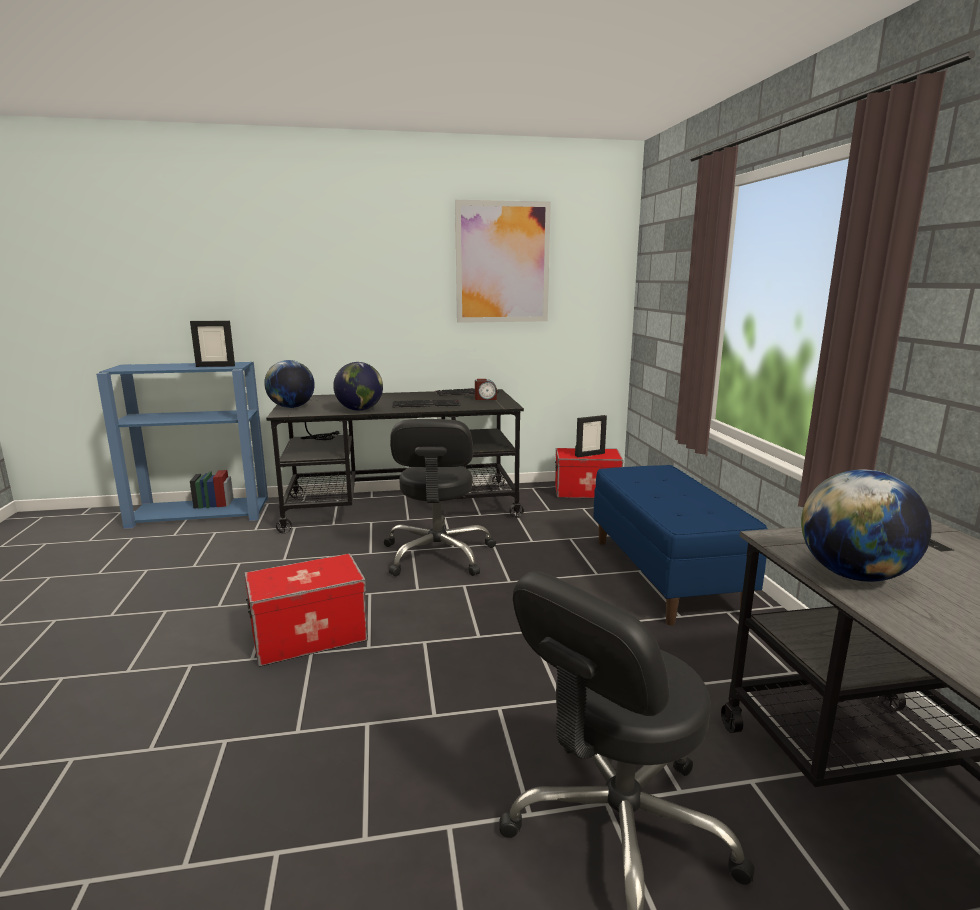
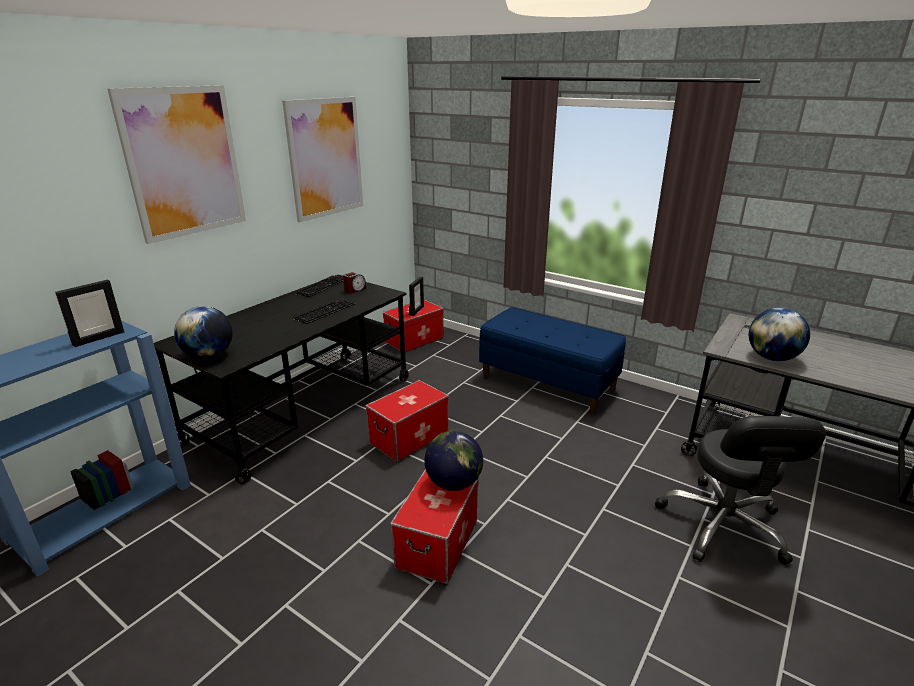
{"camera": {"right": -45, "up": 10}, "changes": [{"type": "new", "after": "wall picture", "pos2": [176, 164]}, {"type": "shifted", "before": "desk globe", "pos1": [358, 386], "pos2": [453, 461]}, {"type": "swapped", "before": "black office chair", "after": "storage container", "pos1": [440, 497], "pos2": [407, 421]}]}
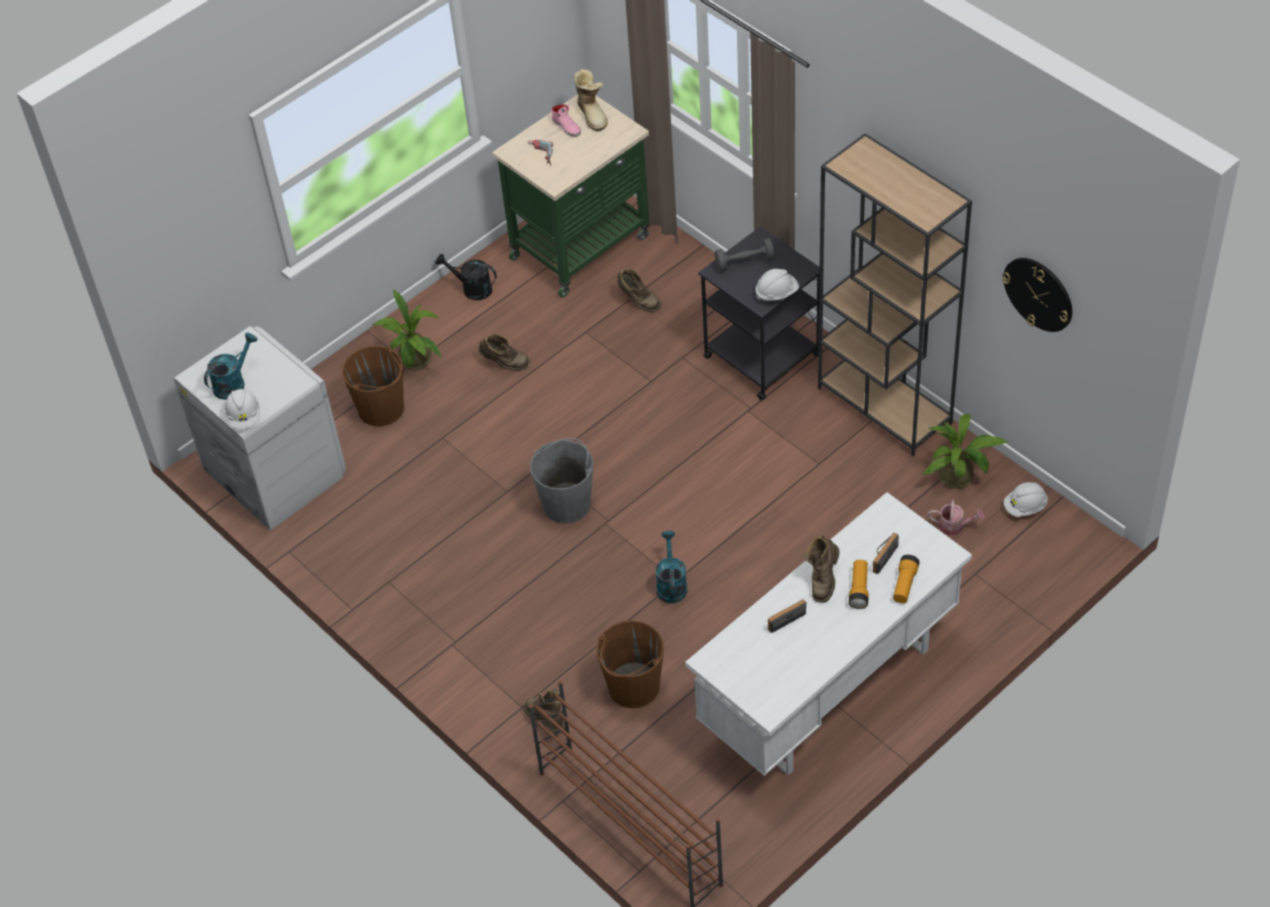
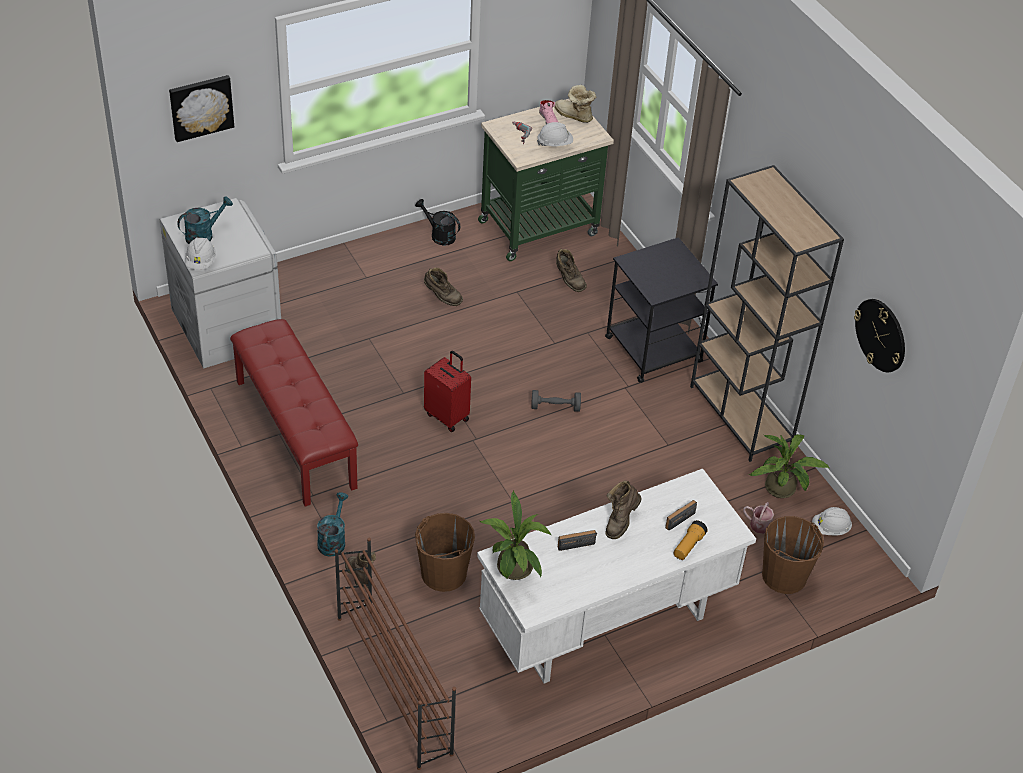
{"camera": {"right": 10, "up": -5}, "changes": [{"type": "gone", "before": "torch", "pos1": [859, 584]}, {"type": "new", "after": "wall picture", "pos2": [201, 108]}, {"type": "new", "after": "red bench", "pos2": [294, 413]}, {"type": "shifted", "before": "brown-coloured pail", "pos1": [373, 386], "pos2": [793, 555]}, {"type": "shifted", "before": "houseplant", "pos1": [406, 329], "pos2": [516, 535]}, {"type": "shifted", "before": "turquoise-coloured watering can", "pos1": [671, 567], "pos2": [332, 524]}, {"type": "shifted", "before": "grey hand weight", "pos1": [745, 255], "pos2": [556, 401]}, {"type": "shifted", "before": "whitish work helmet", "pos1": [777, 285], "pos2": [555, 134]}, {"type": "swapped", "before": "grey pail", "after": "red piece of luggage", "pos1": [562, 481], "pos2": [447, 391]}, {"type": "rotated", "before": "tall boot", "pos1": [591, 100], "pos2": [575, 104], "turn": 135}]}
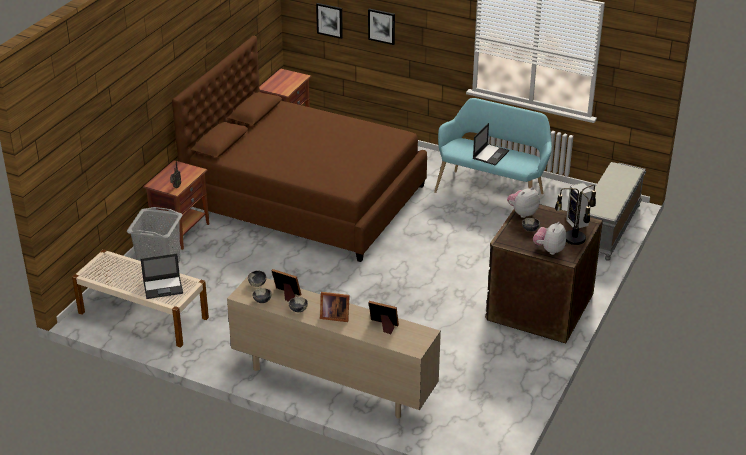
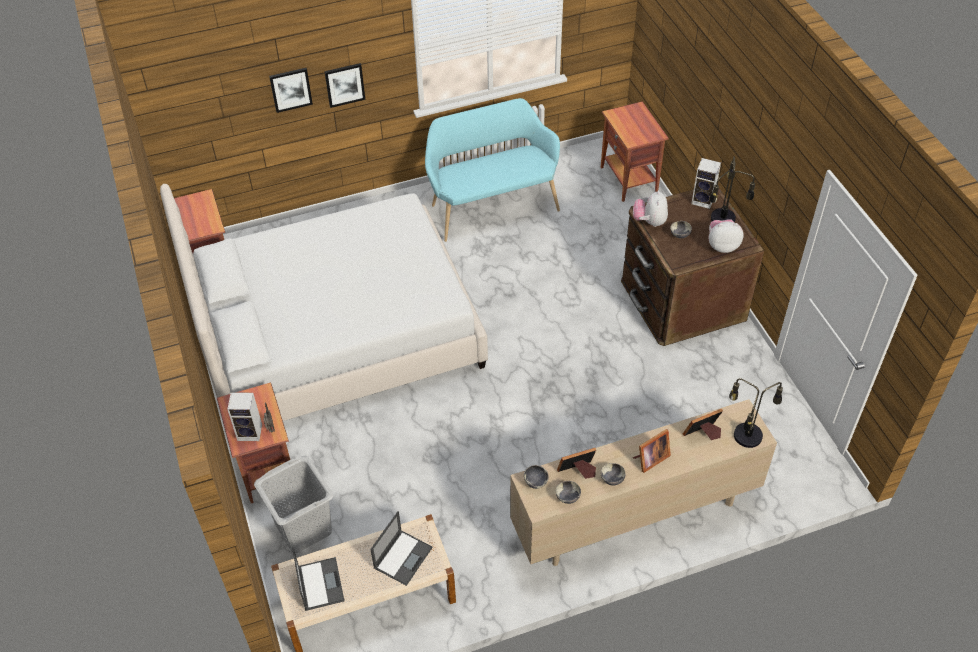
{"camera": {"right": -45, "up": 15}, "changes": [{"type": "new", "after": "audio speaker", "pos2": [244, 416]}, {"type": "new", "after": "table lamp", "pos2": [756, 413]}, {"type": "shifted", "before": "wall picture", "pos1": [329, 21], "pos2": [344, 85]}, {"type": "shifted", "before": "portable computer", "pos1": [491, 144], "pos2": [318, 579]}, {"type": "swapped", "before": "grey bench", "after": "bedside table", "pos1": [618, 211], "pos2": [635, 151]}, {"type": "repainted", "before": "brown-coloured bedroom bed", "after": "whitish bedroom bed", "pos1": [299, 149], "pos2": [324, 302]}, {"type": "rotated", "before": "soft toy", "pos1": [549, 238], "pos2": [726, 236], "turn": 105}]}
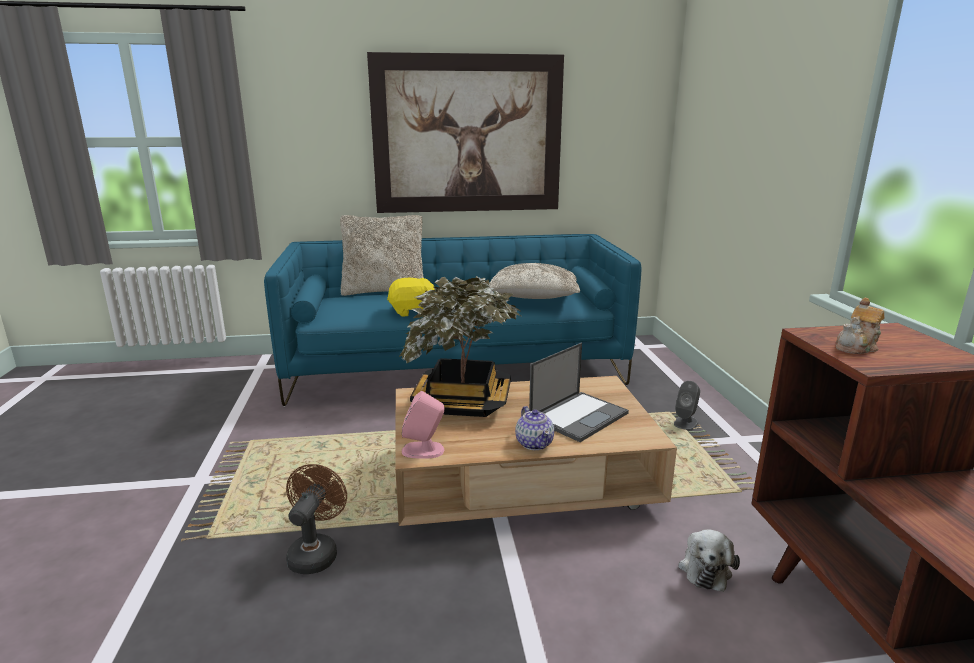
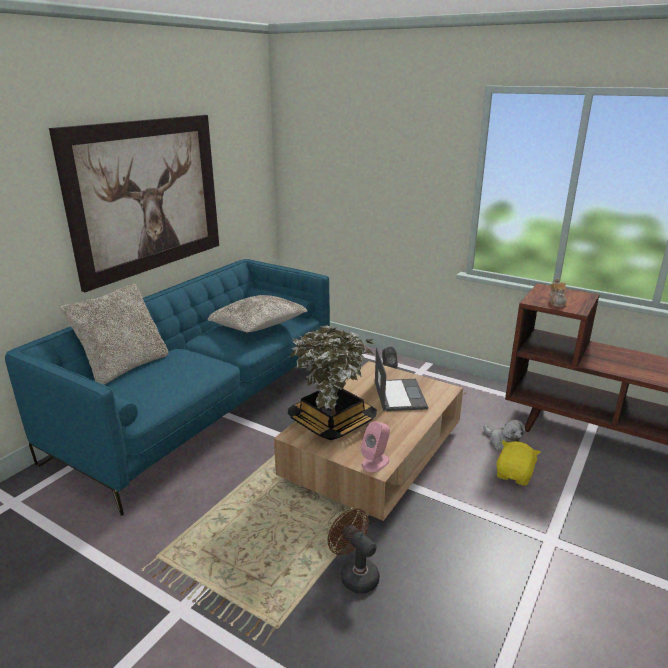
{"camera": {"right": -50, "up": 5}, "changes": [{"type": "gone", "before": "pot for tea", "pos1": [534, 428]}, {"type": "shifted", "before": "yellow-coloured soft toy", "pos1": [411, 297], "pos2": [518, 463]}]}
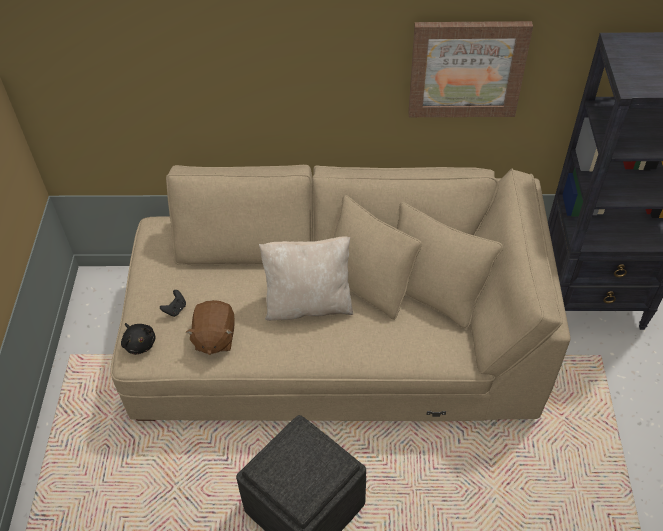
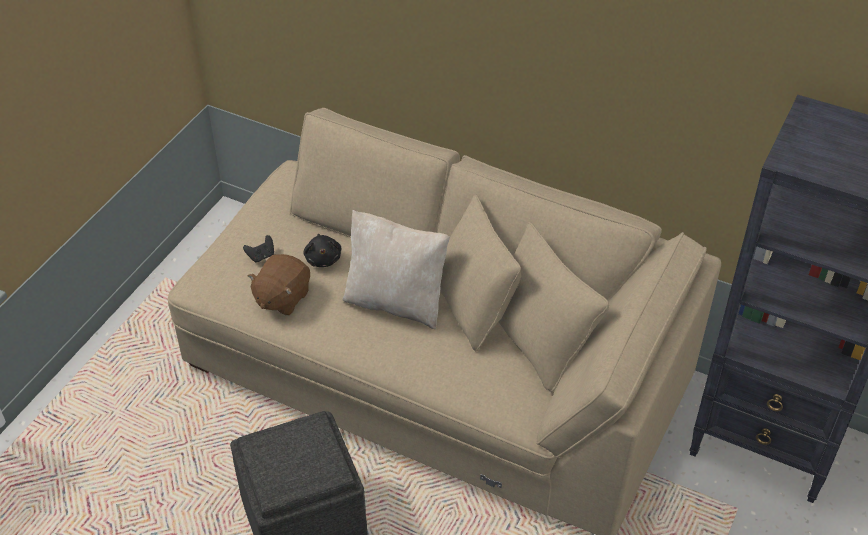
{"camera": {"right": 25, "up": -5}, "changes": [{"type": "gone", "before": "wall picture", "pos1": [471, 69]}, {"type": "shifted", "before": "black soft toy", "pos1": [138, 339], "pos2": [322, 250]}]}
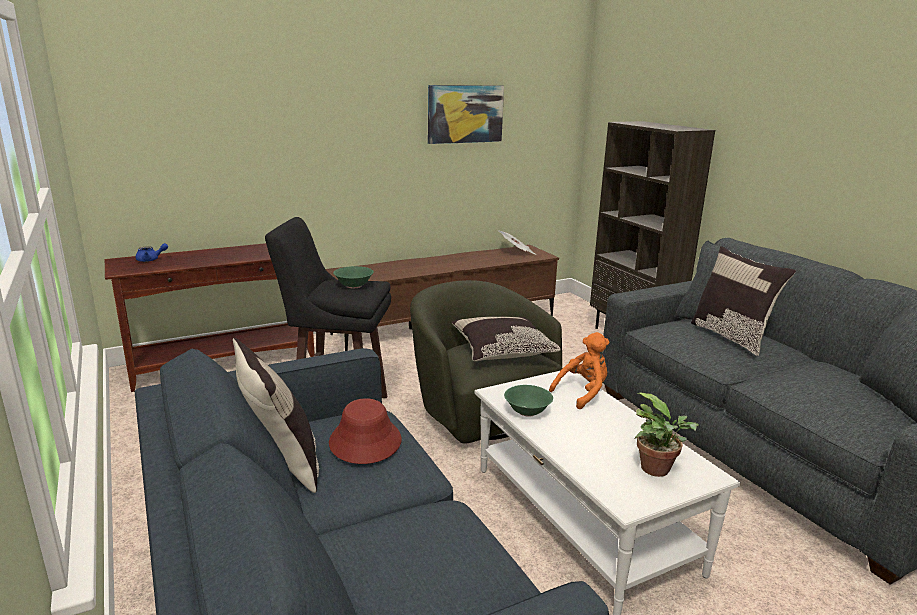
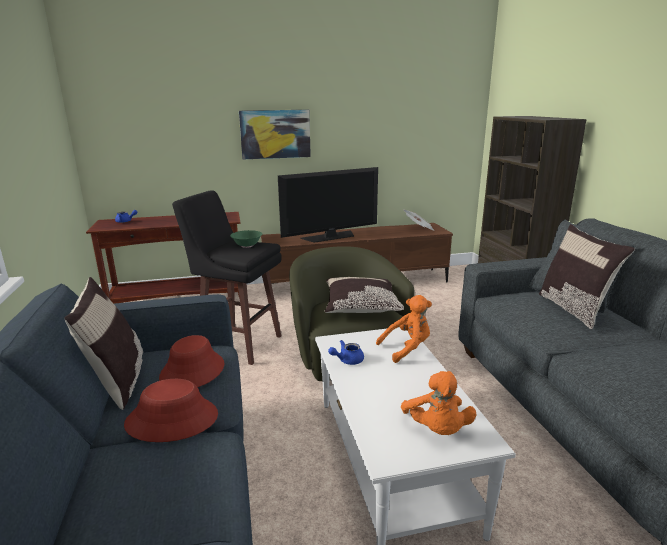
{"camera": {"right": 15, "up": 0}, "changes": [{"type": "new", "after": "red clothing hat", "pos2": [171, 410]}, {"type": "new", "after": "television", "pos2": [328, 205]}, {"type": "shifted", "before": "wall picture", "pos1": [466, 114], "pos2": [275, 134]}, {"type": "swapped", "before": "greenish serving bowl", "after": "blue-coloured pot for tea", "pos1": [528, 401], "pos2": [346, 352]}, {"type": "swapped", "before": "houseplant", "after": "orange-coloured soft toy", "pos1": [666, 434], "pos2": [438, 403]}]}
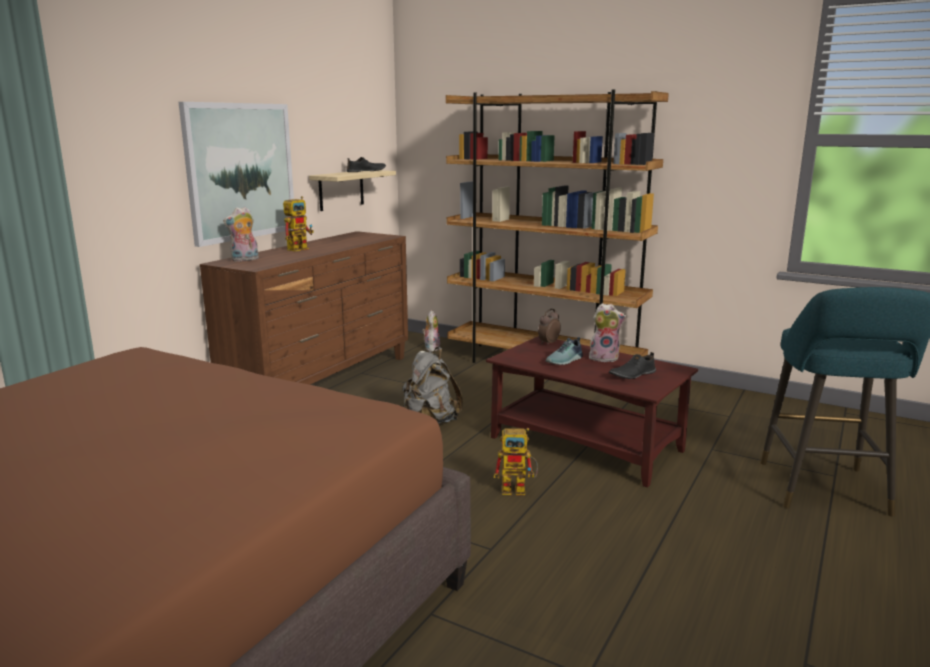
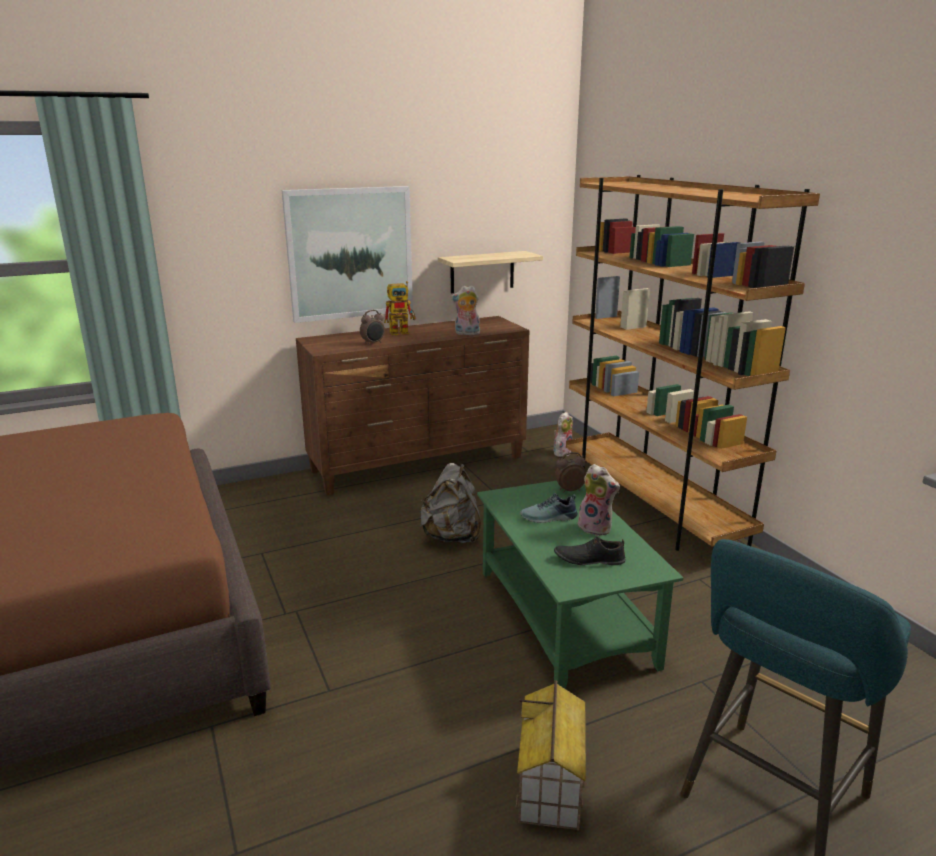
{"camera": {"right": 35, "up": 5}, "changes": [{"type": "gone", "before": "black low shoe", "pos1": [366, 164]}, {"type": "gone", "before": "toy robot", "pos1": [515, 461]}, {"type": "new", "after": "table clock", "pos2": [372, 327]}, {"type": "new", "after": "toy house", "pos2": [551, 755]}, {"type": "shifted", "before": "soft toy", "pos1": [241, 234], "pos2": [465, 310]}, {"type": "repainted", "before": "brown-coloured coffee table", "after": "greenish coffee table", "pos1": [592, 412], "pos2": [580, 585]}]}
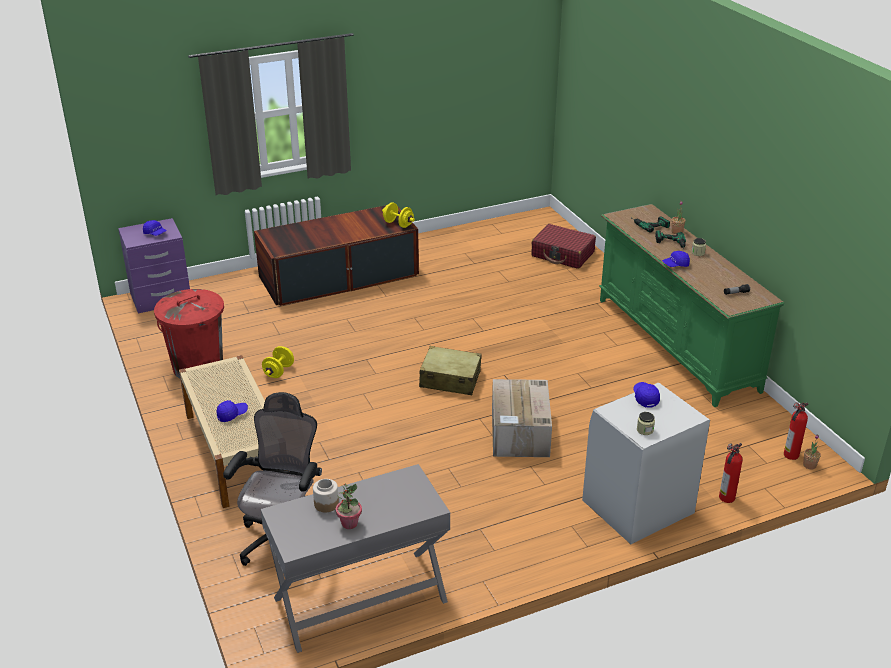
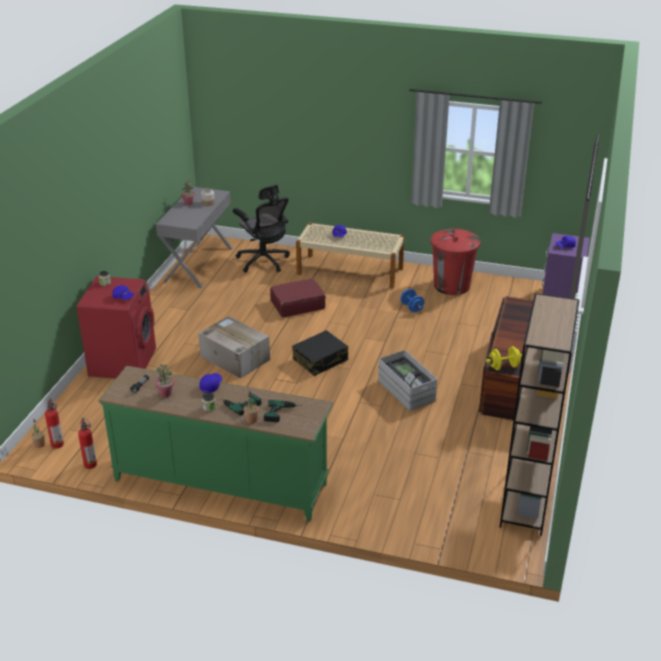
{"camera": {"right": 130, "up": 0}, "changes": [{"type": "new", "after": "houseplant", "pos2": [164, 381]}, {"type": "new", "after": "grey storage container", "pos2": [407, 380]}, {"type": "new", "after": "beige bookshelf", "pos2": [539, 414]}, {"type": "shifted", "before": "red piece of luggage", "pos1": [563, 246], "pos2": [298, 297]}, {"type": "shifted", "before": "extinguisher", "pos1": [731, 473], "pos2": [87, 443]}, {"type": "repainted", "before": "yellow-coloured hand weight", "after": "blue-coloured hand weight", "pos1": [278, 362], "pos2": [412, 300]}, {"type": "repainted", "before": "beige piece of luggage", "after": "black piece of luggage", "pos1": [450, 370], "pos2": [320, 353]}, {"type": "repainted", "before": "whitish laundry machine", "after": "red laundry machine", "pos1": [646, 463], "pos2": [116, 327]}]}
